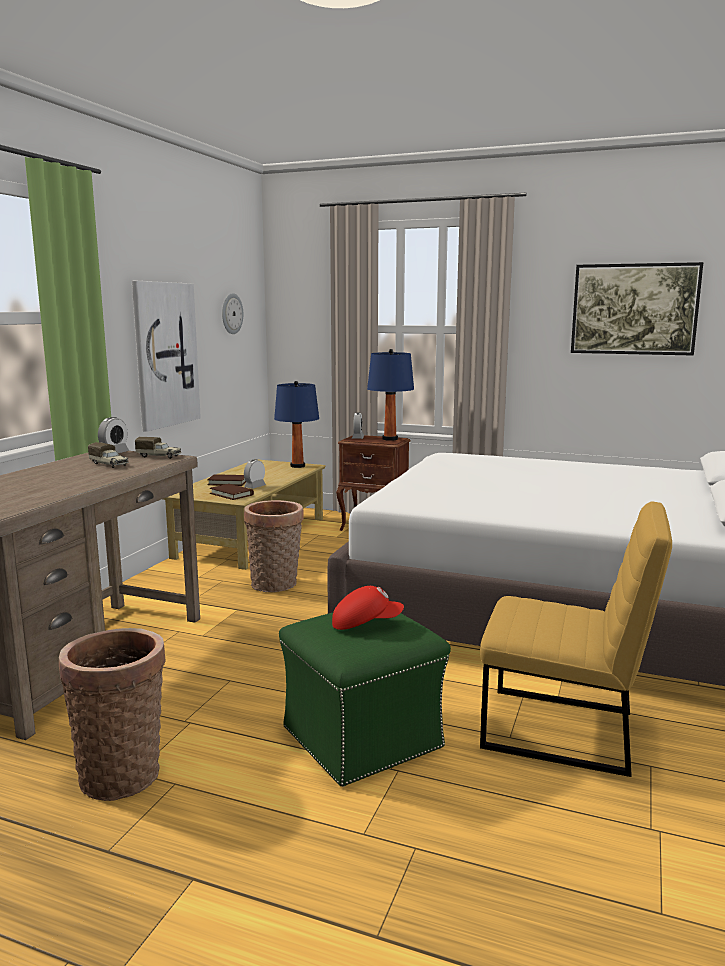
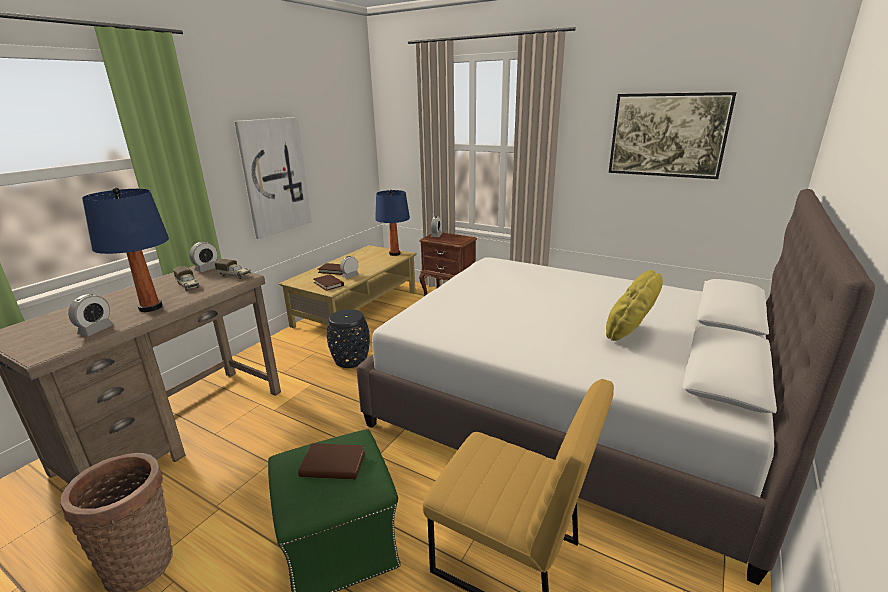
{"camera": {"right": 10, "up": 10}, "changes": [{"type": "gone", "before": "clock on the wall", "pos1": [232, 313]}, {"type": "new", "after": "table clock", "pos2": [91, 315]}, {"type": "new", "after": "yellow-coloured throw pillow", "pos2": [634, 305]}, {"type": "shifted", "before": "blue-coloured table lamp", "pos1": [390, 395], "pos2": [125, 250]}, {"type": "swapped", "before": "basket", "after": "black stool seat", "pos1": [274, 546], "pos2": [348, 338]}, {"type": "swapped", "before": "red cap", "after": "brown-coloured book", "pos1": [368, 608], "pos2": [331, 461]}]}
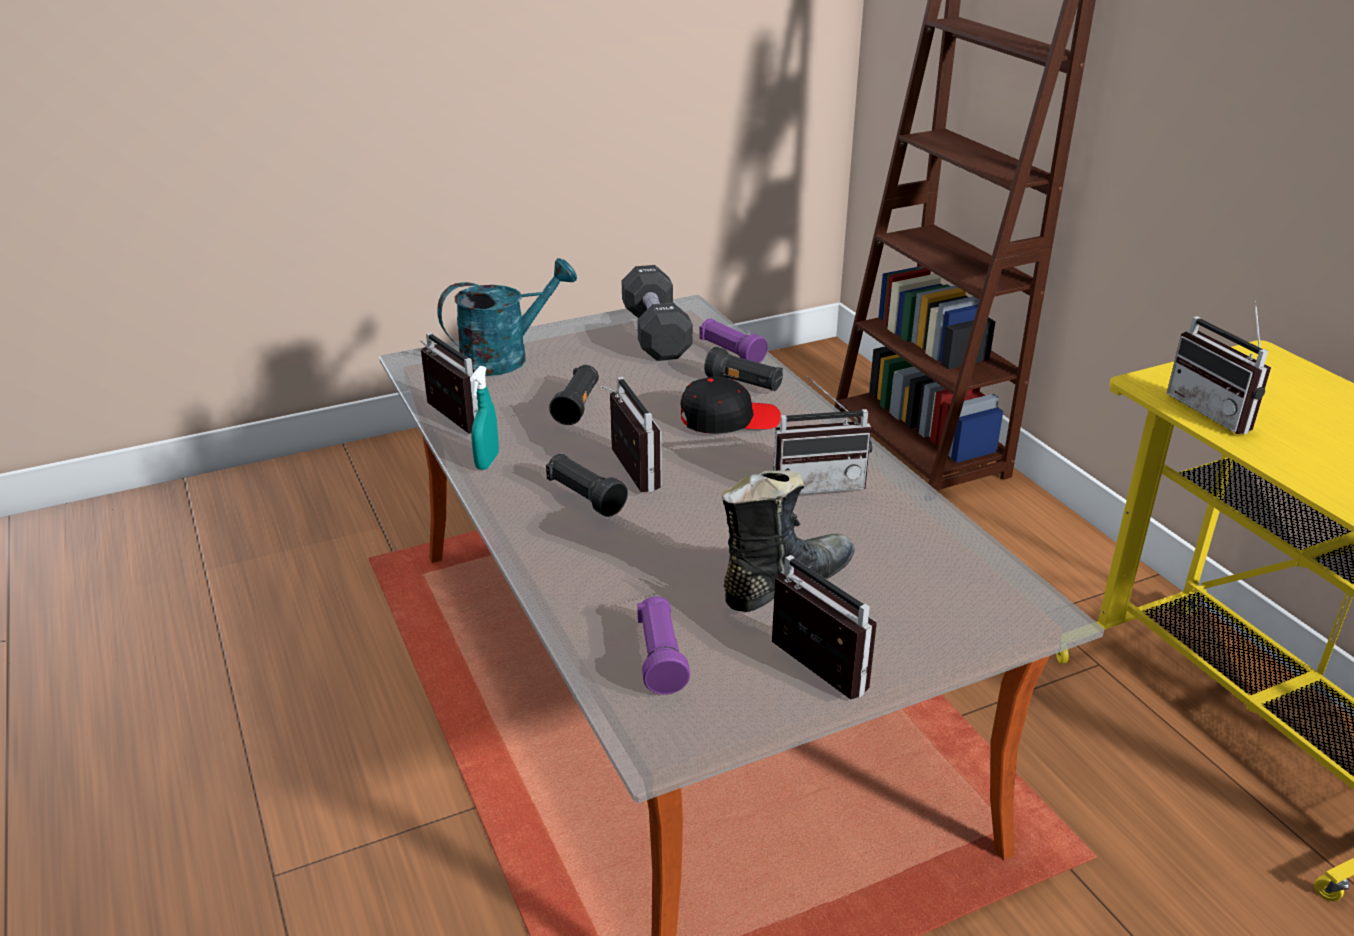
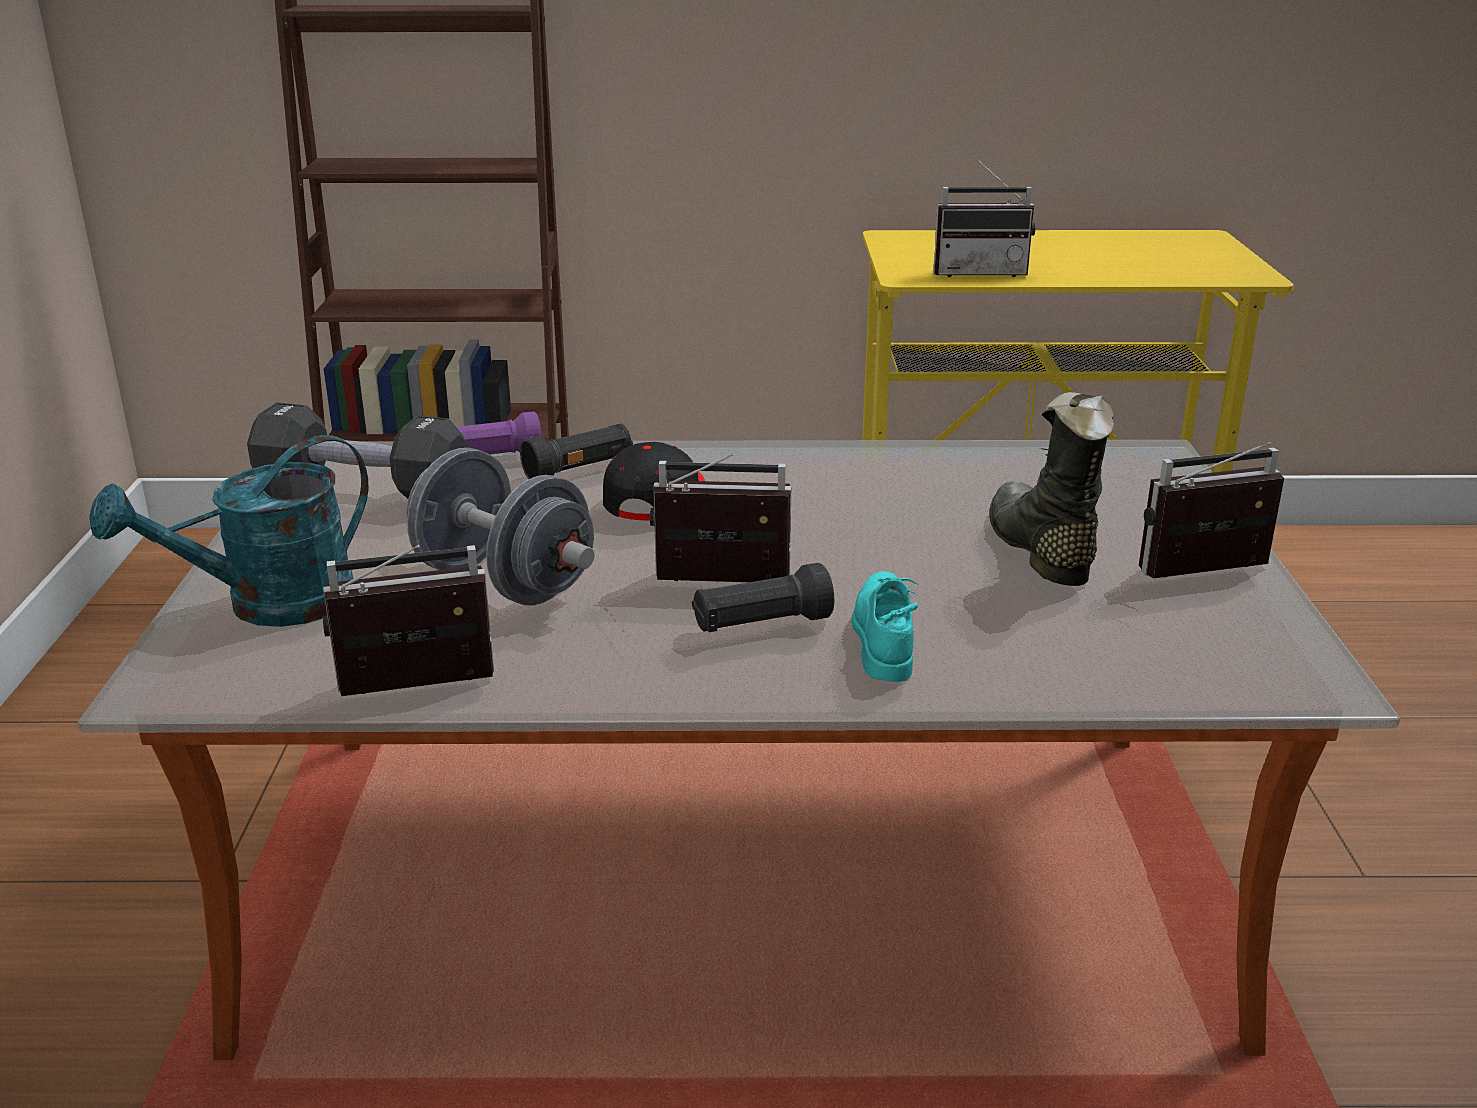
{"camera": {"right": -65, "up": -5}, "changes": [{"type": "gone", "before": "turquoise-coloured spray bottle", "pos1": [484, 418]}, {"type": "gone", "before": "purplish torch", "pos1": [663, 645]}, {"type": "gone", "before": "radio", "pos1": [822, 435]}, {"type": "new", "after": "turquoise-coloured low shoe", "pos2": [884, 626]}, {"type": "swapped", "before": "black torch", "after": "grey hand weight", "pos1": [574, 395], "pos2": [500, 526]}, {"type": "rotated", "before": "turquoise-coloured watering can", "pos1": [507, 317], "pos2": [229, 531], "turn": -120}]}
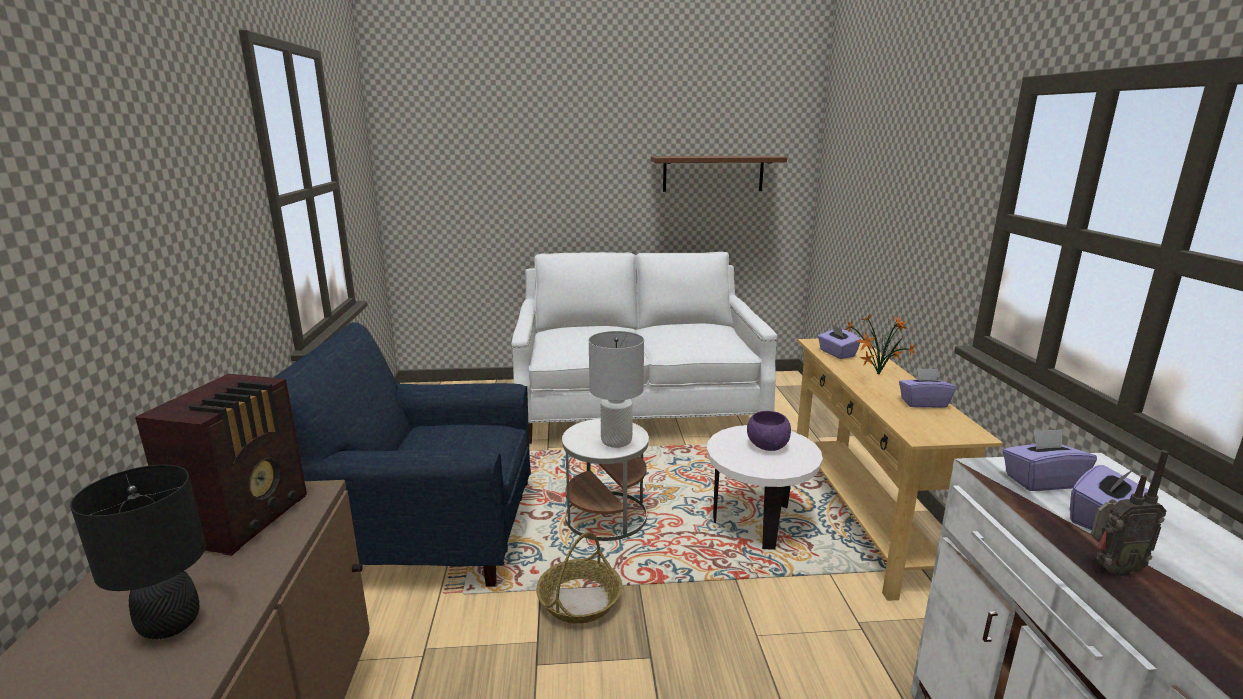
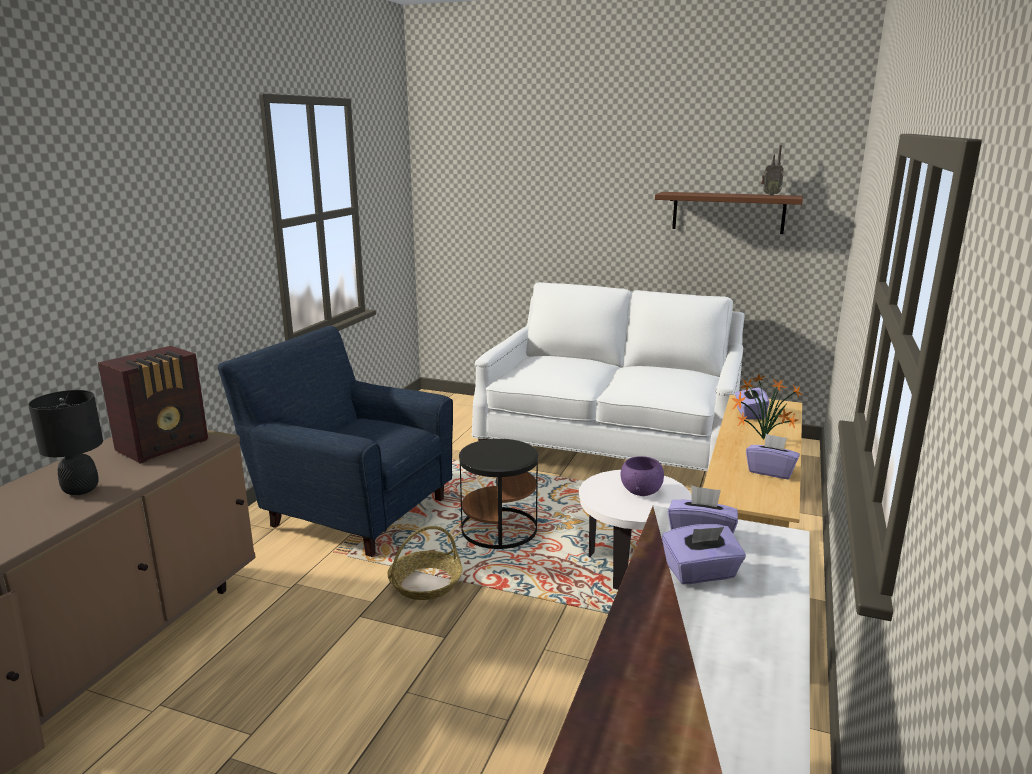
{"camera": {"right": 25, "up": 0}, "changes": [{"type": "gone", "before": "grey table lamp", "pos1": [616, 389]}, {"type": "shifted", "before": "radio", "pos1": [1130, 513], "pos2": [772, 170]}, {"type": "repainted", "before": "whitish accent table", "after": "black accent table", "pos1": [605, 480], "pos2": [498, 494]}]}
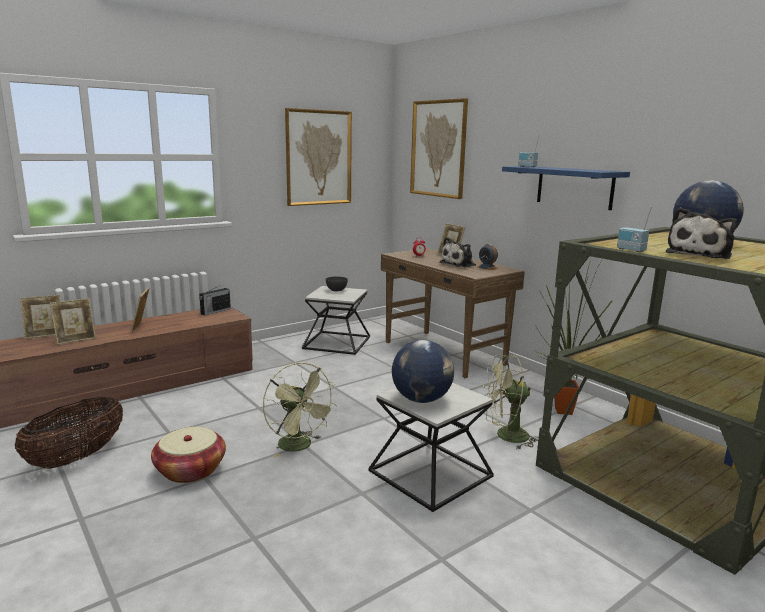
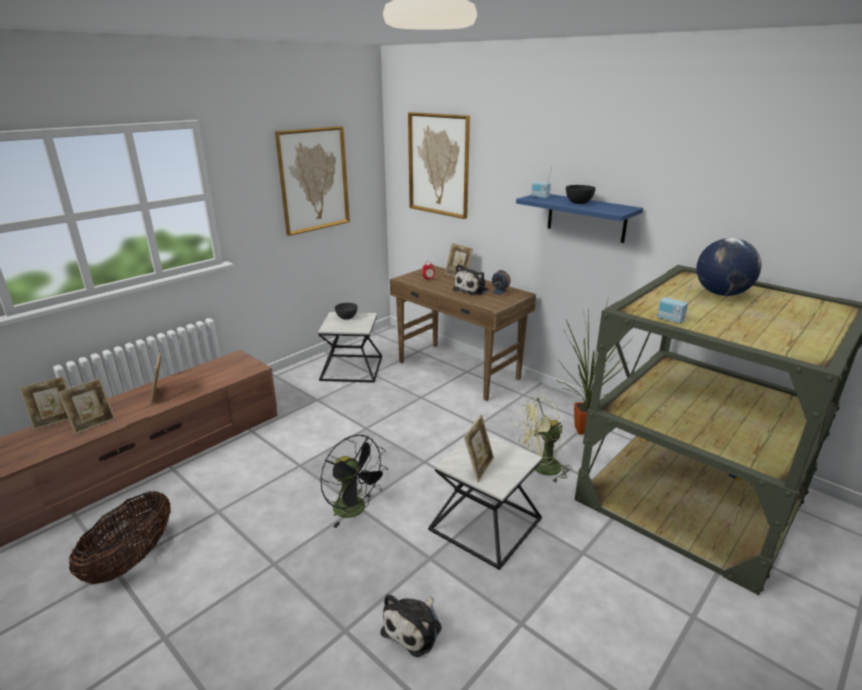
{"camera": {"right": -10, "up": 10}, "changes": [{"type": "gone", "before": "basket", "pos1": [188, 455]}, {"type": "gone", "before": "radio", "pos1": [215, 300]}, {"type": "new", "after": "black serving bowl", "pos2": [581, 194]}, {"type": "shifted", "before": "soft toy", "pos1": [701, 233], "pos2": [411, 625]}, {"type": "swapped", "before": "desk globe", "after": "photo frame", "pos1": [423, 371], "pos2": [479, 448]}, {"type": "repainted", "before": "greenish fan", "after": "black fan", "pos1": [300, 410], "pos2": [354, 481]}]}
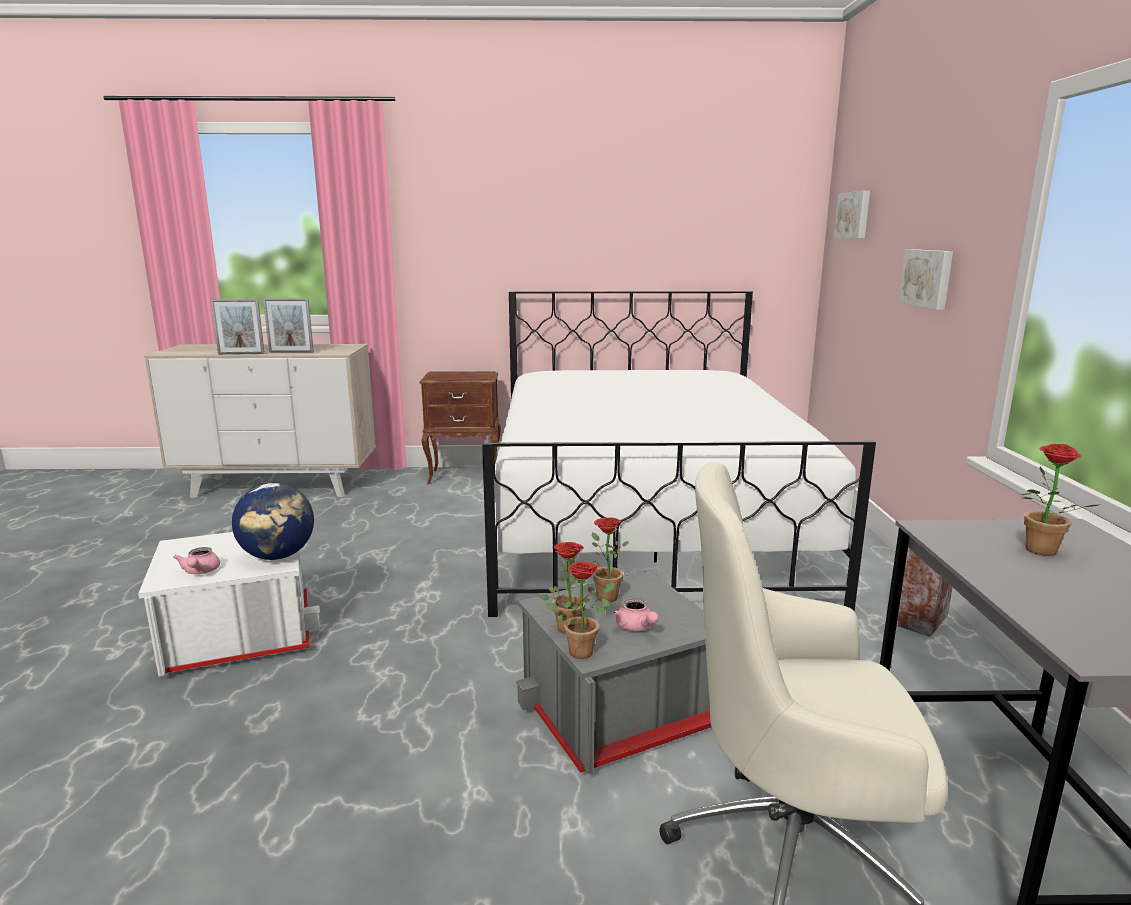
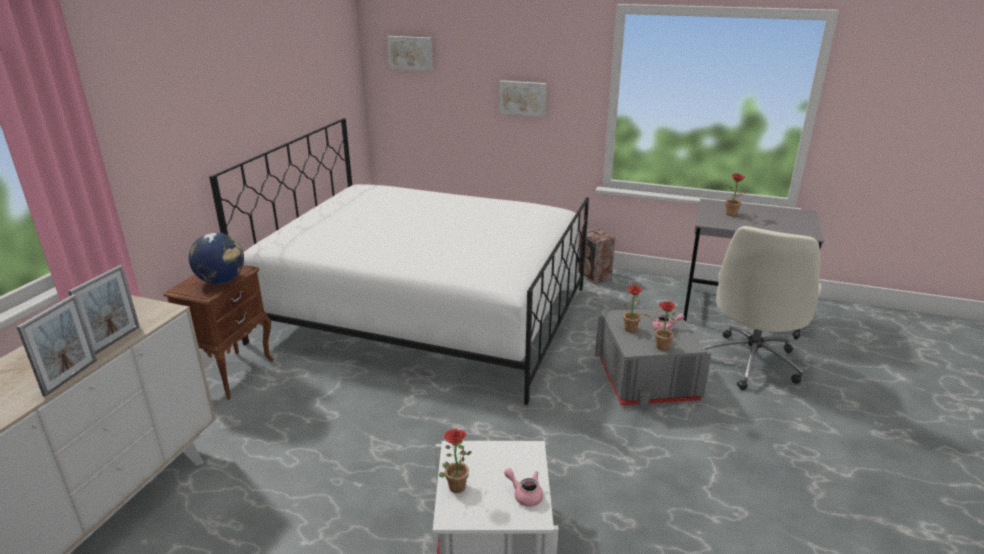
{"camera": {"right": -70, "up": 10}, "changes": [{"type": "shifted", "before": "desk globe", "pos1": [273, 521], "pos2": [216, 258]}, {"type": "shifted", "before": "houseplant", "pos1": [580, 610], "pos2": [455, 461]}, {"type": "rotated", "before": "pinkish pot for tea", "pos1": [196, 560], "pos2": [523, 487], "turn": -150}]}
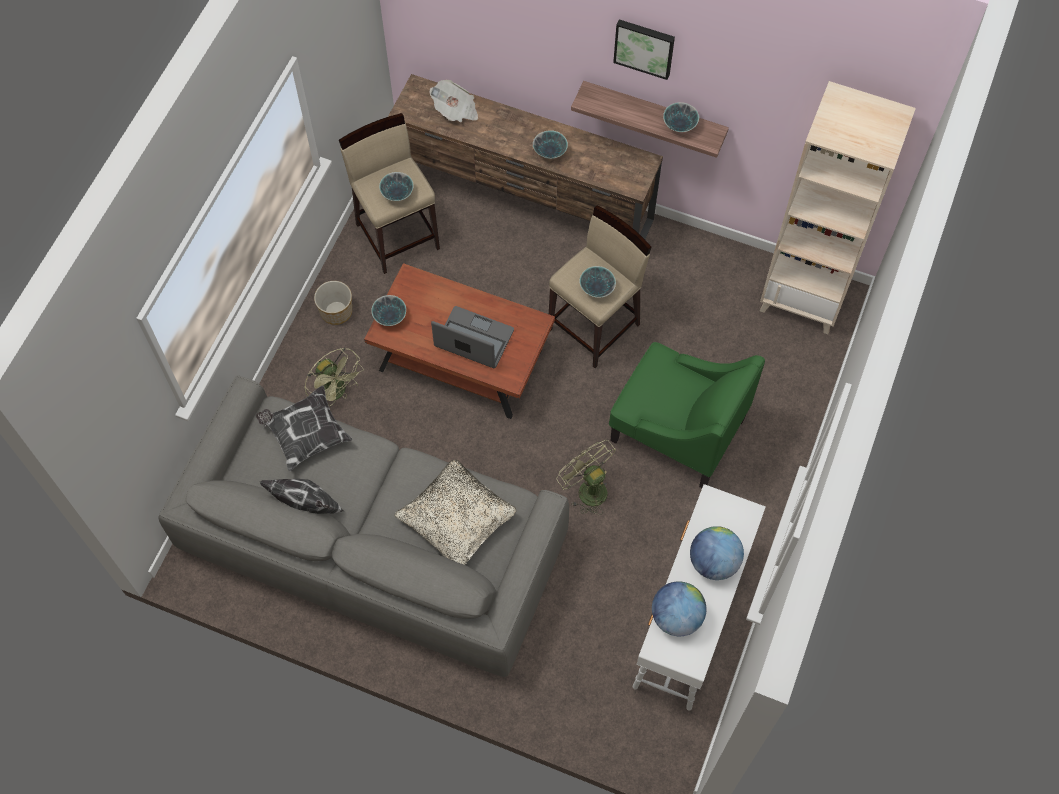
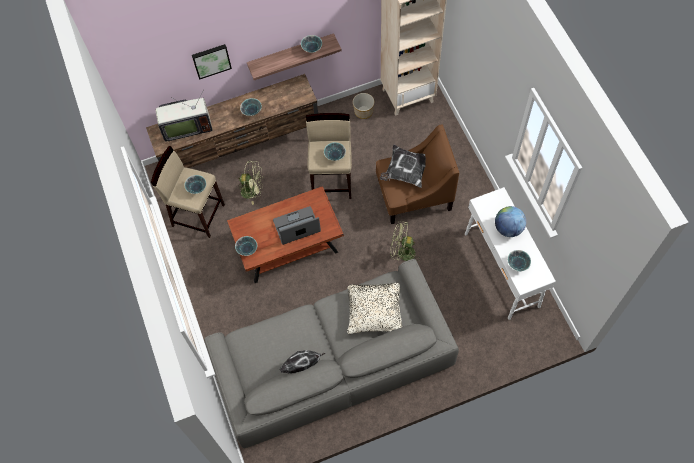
{"camera": {"right": -40, "up": 0}, "changes": [{"type": "shifted", "before": "throw pillow", "pos1": [304, 428], "pos2": [403, 166]}, {"type": "shifted", "before": "greenish fan", "pos1": [334, 376], "pos2": [249, 182]}, {"type": "shifted", "before": "flower pot", "pos1": [333, 303], "pos2": [363, 106]}, {"type": "shifted", "before": "wall picture", "pos1": [644, 49], "pos2": [212, 62]}, {"type": "swapped", "before": "daily paper", "after": "television", "pos1": [453, 101], "pos2": [184, 119]}, {"type": "swapped", "before": "desk globe", "after": "serving bowl", "pos1": [679, 608], "pos2": [519, 260]}, {"type": "repainted", "before": "greenish armchair", "after": "brown-coloured armchair", "pos1": [687, 415], "pos2": [417, 174]}]}
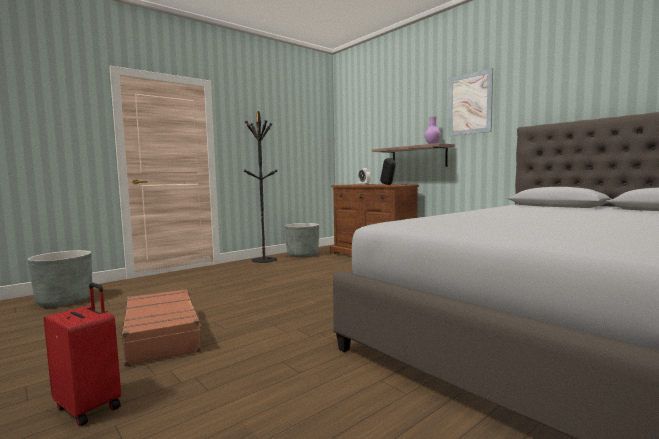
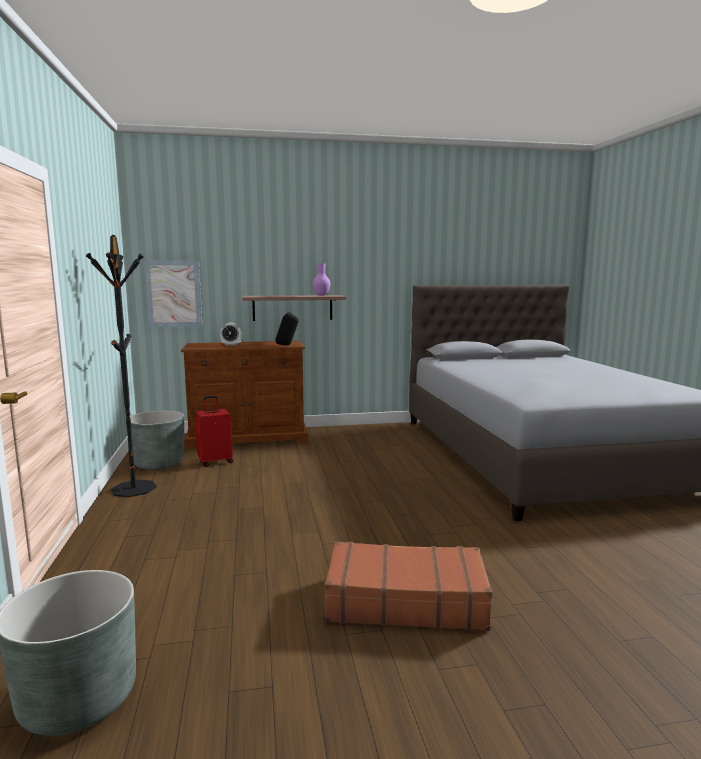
{"camera": {"right": -60, "up": 5}, "changes": [{"type": "shifted", "before": "red piece of luggage", "pos1": [82, 354], "pos2": [214, 431]}, {"type": "shifted", "before": "wall picture", "pos1": [470, 102], "pos2": [173, 294]}]}
